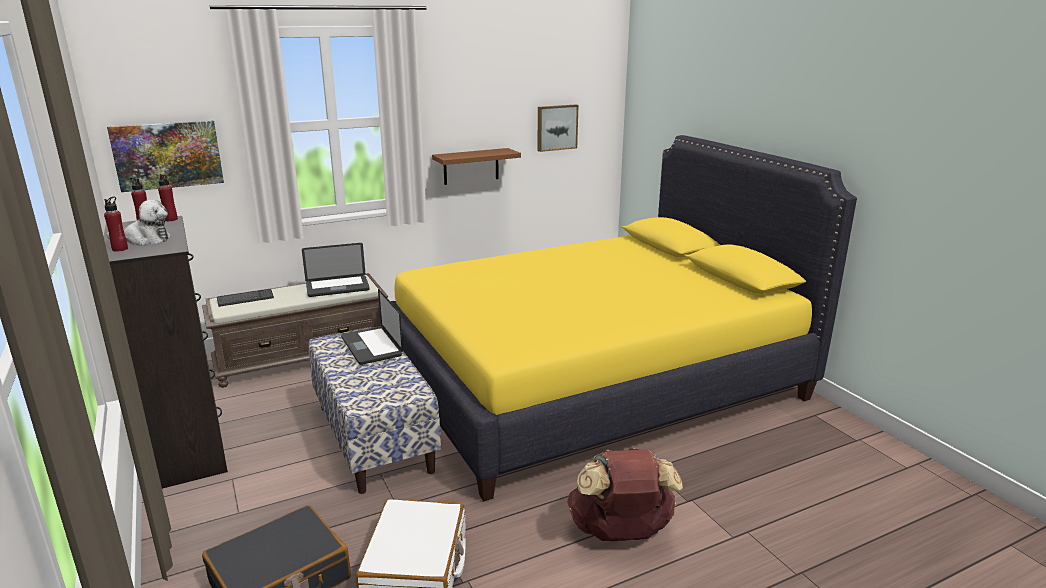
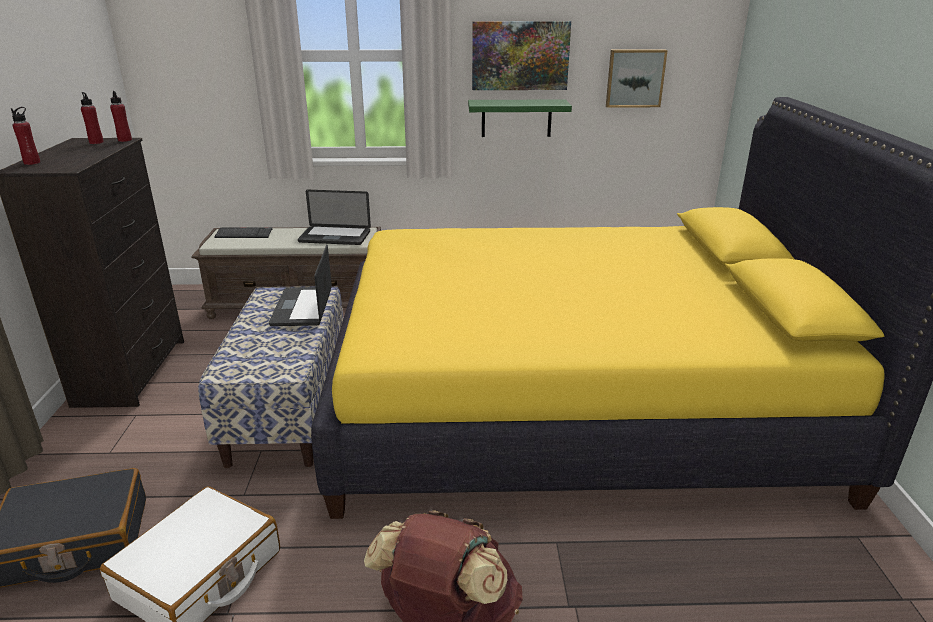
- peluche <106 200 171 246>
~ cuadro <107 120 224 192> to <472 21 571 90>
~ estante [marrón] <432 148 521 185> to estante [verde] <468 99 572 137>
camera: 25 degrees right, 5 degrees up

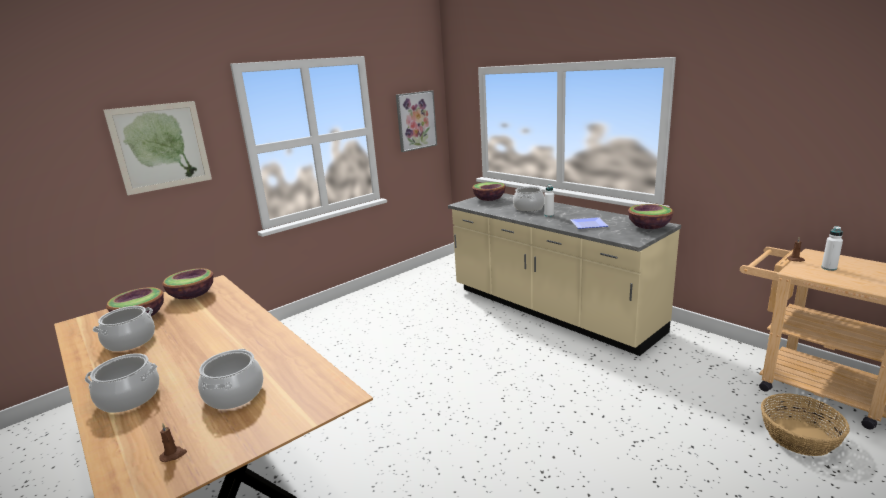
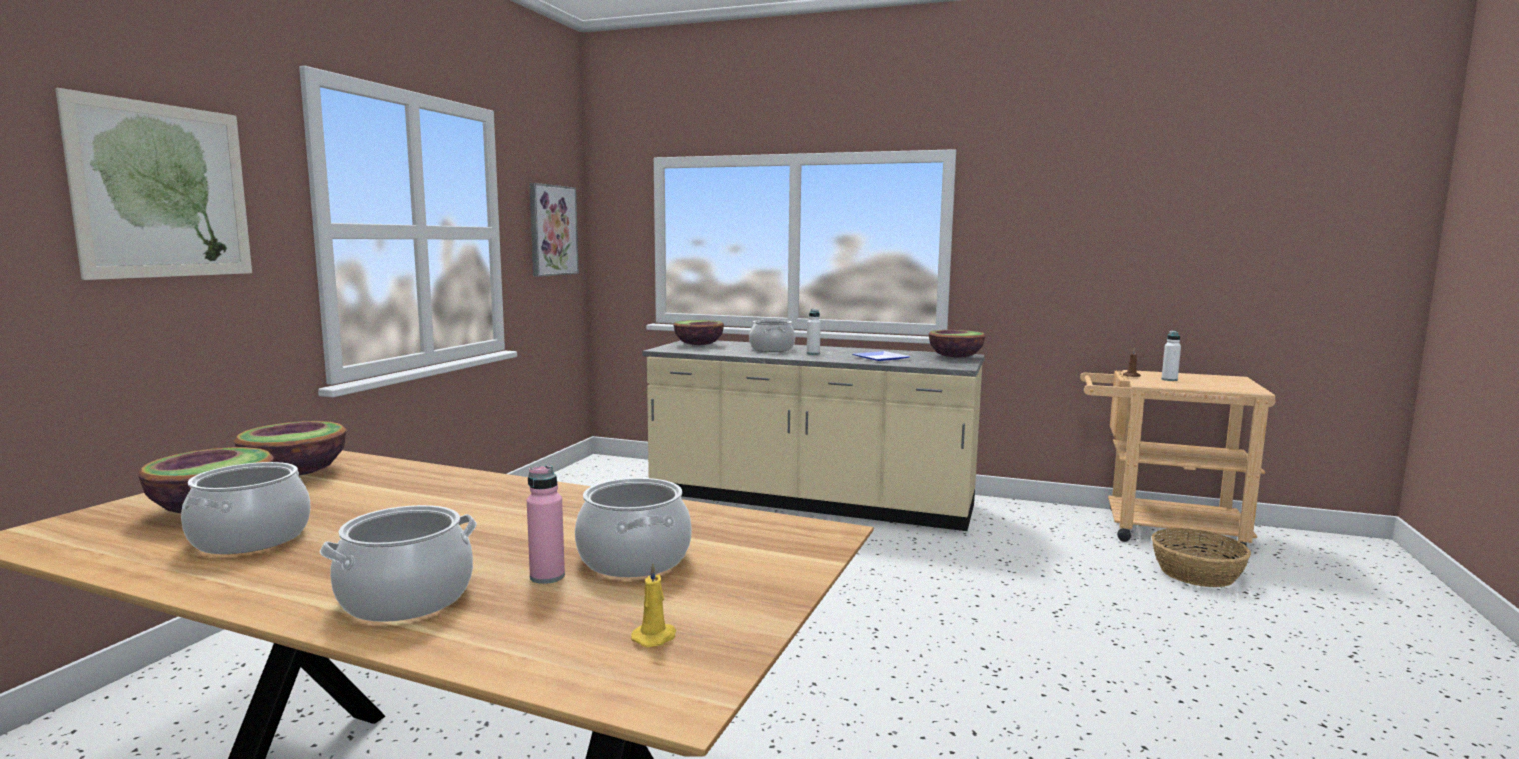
~ vela [marrón] <159 423 187 462> to vela [amarillo] <631 563 676 648>
+ botella [rosa] <527 465 565 584>
camera: 30 degrees left, 10 degrees down

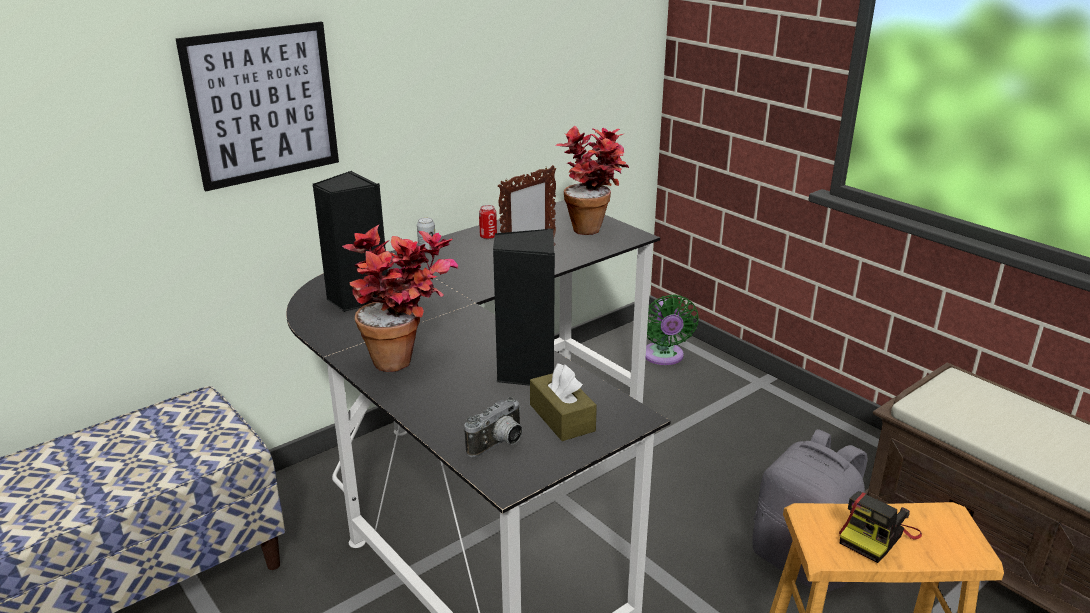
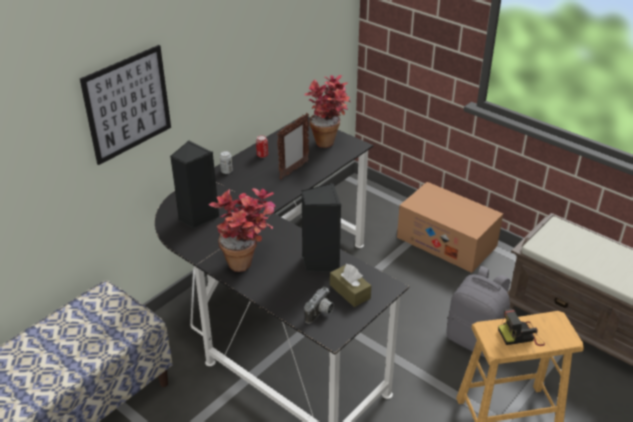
- ventilador [verde] <646 294 698 365>
~ cámara <839 491 922 563> = <498 309 545 346> 45 degrees clockwise
+ caja de cartón <397 182 503 273>
camera: 10 degrees left, 10 degrees up

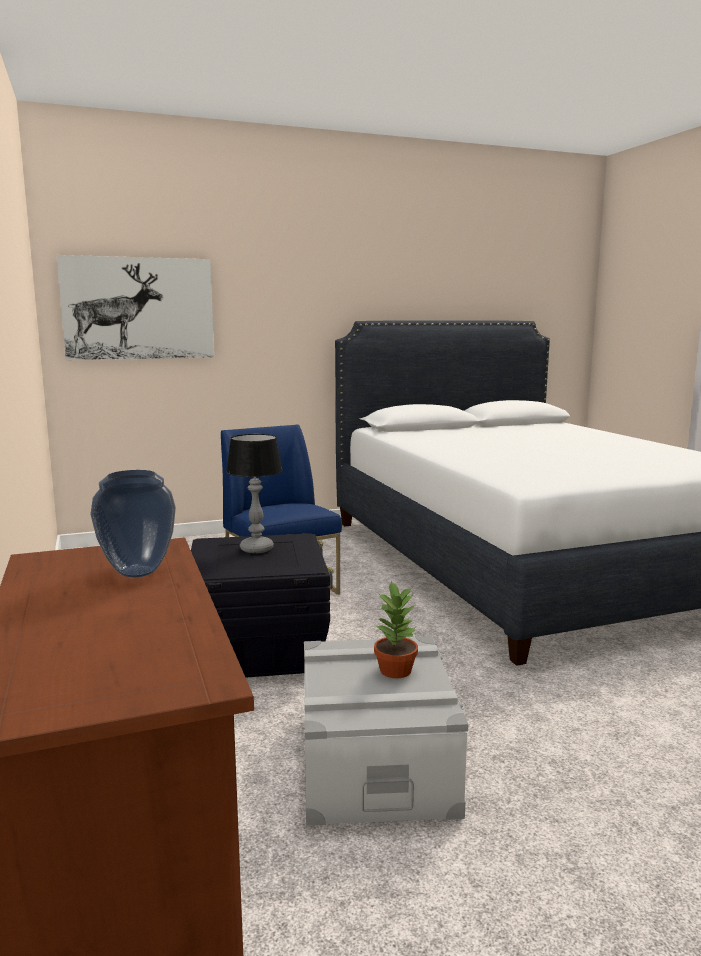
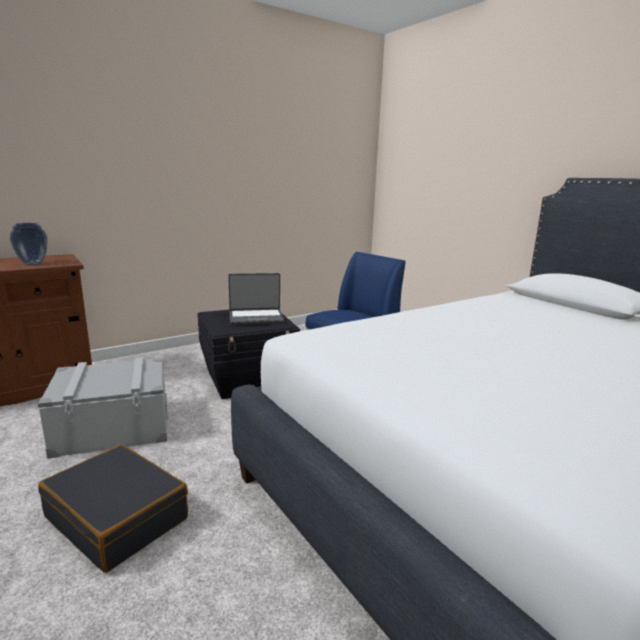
- cuadro <57 255 214 360>
~ lámpara de mesa <226 434 283 553> to portátil <228 273 284 325>
- planta en maceta <374 581 418 678>
+ maleta [negro] <38 444 188 573>
camera: 75 degrees right, 5 degrees up

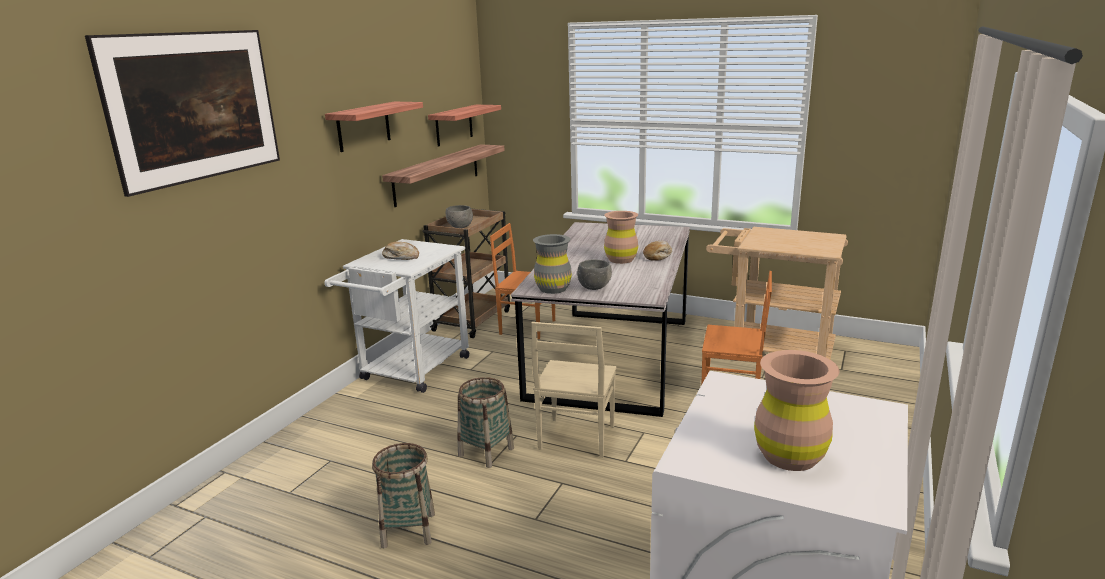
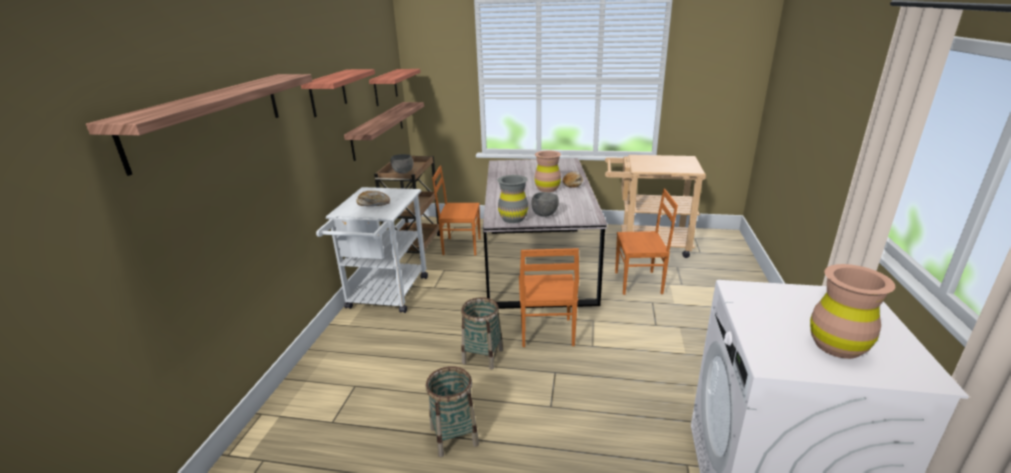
~ cuadro <85 30 280 197> to estante <86 74 312 176>
~ silla [beis] <531 322 616 458> to silla [naranja] <519 248 579 347>
camera: 15 degrees left, 5 degrees up

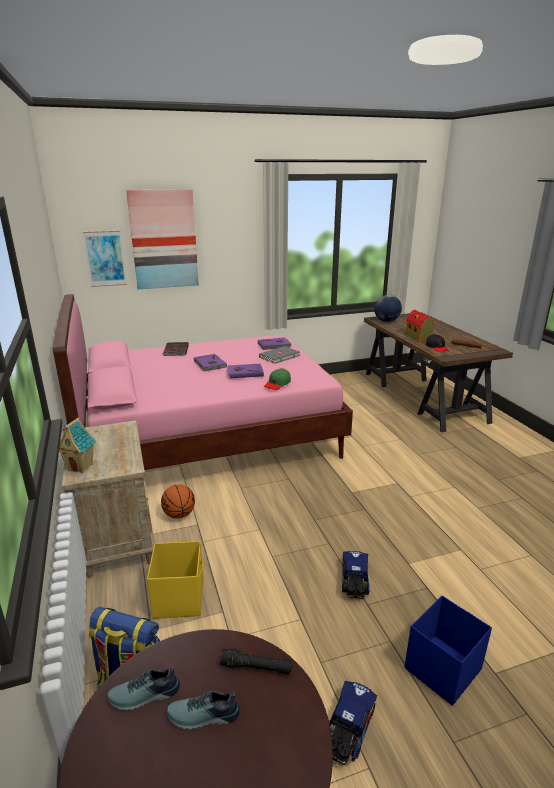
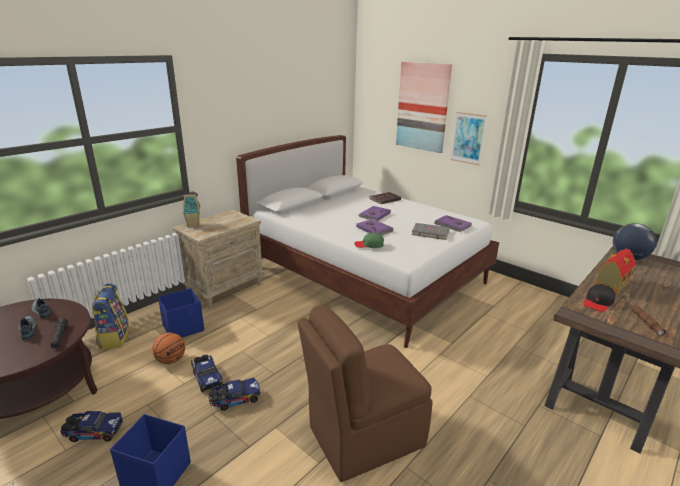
~ cama [rosa] <53 294 353 470> to cama [blanco] <236 135 499 348>
~ cuadro <83 231 127 287> to <451 112 487 165>
~ caja de almacenaje [amarillo] <147 541 204 619> to caja de almacenaje [azul] <158 288 204 338>
~ balón de baloncesto <161 484 195 519> to <152 333 185 364>
+ camión de juguete <191 355 223 392>
+ silla [marrón] <297 304 433 482>
camera: 60 degrees right, 0 degrees up

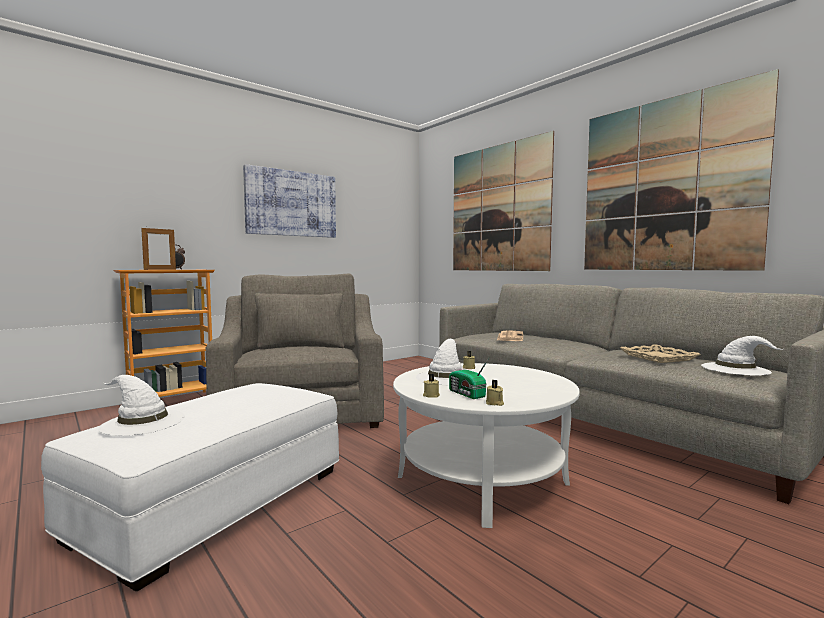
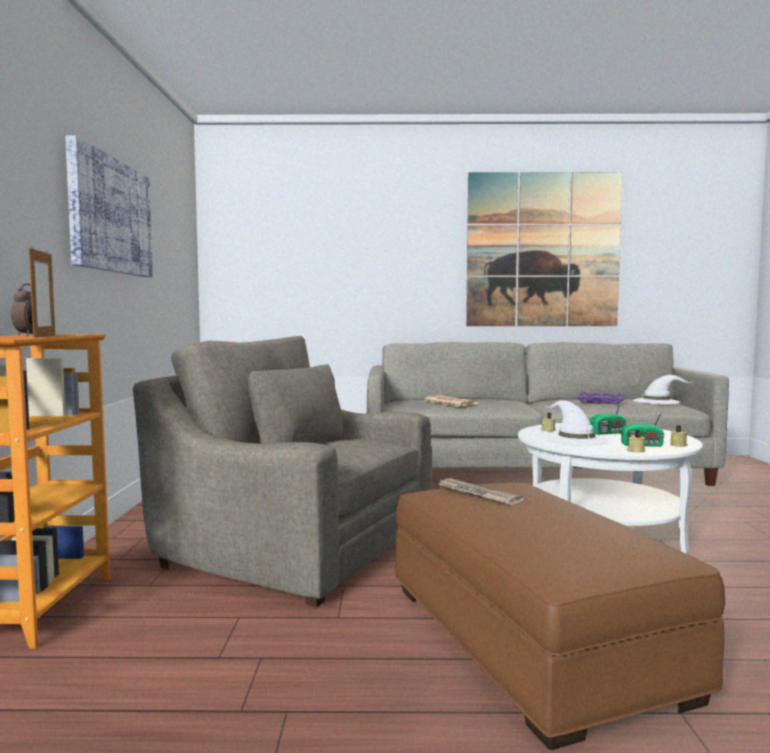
~ puf [blanco] <41 383 339 591> to puf [marrón] <395 482 725 750>
- sombrero [blanco] <98 375 185 436>
- cuadro <453 131 554 271>
~ bandeja [beis] <620 344 701 363> to bandeja [morado] <576 392 625 404>
+ periódico <438 478 524 505>
+ radio <589 399 626 435>
camera: 50 degrees left, 0 degrees up

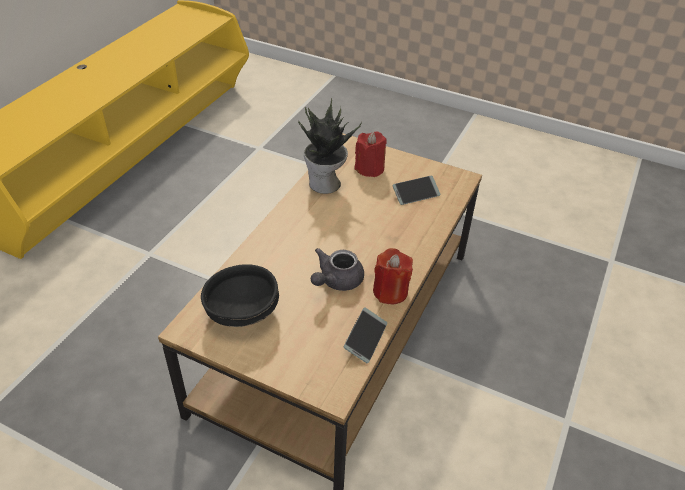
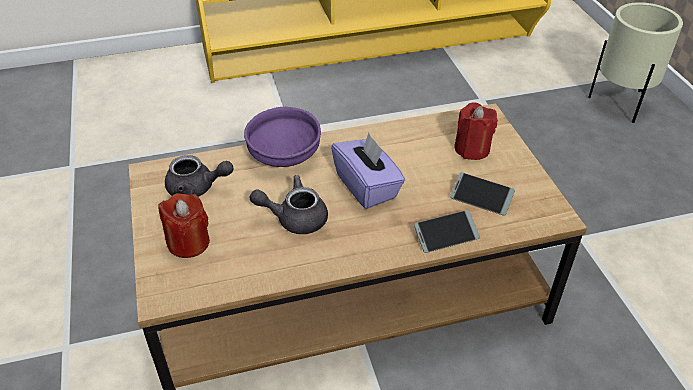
~ cuenco [negro] <201 264 279 327> to tetera [gris] <165 155 233 197>
- planta en maceta <298 98 362 194>
~ móvil <344 307 387 364> to <414 210 480 253>
~ vela [rojo] <373 248 413 304> to <158 193 210 258>
+ cuenco [morado] <244 107 321 167>
+ caja de pañuelos [morado] <331 133 405 209>
+ maceta [beis] <588 2 683 123>
camera: 50 degrees right, 0 degrees up

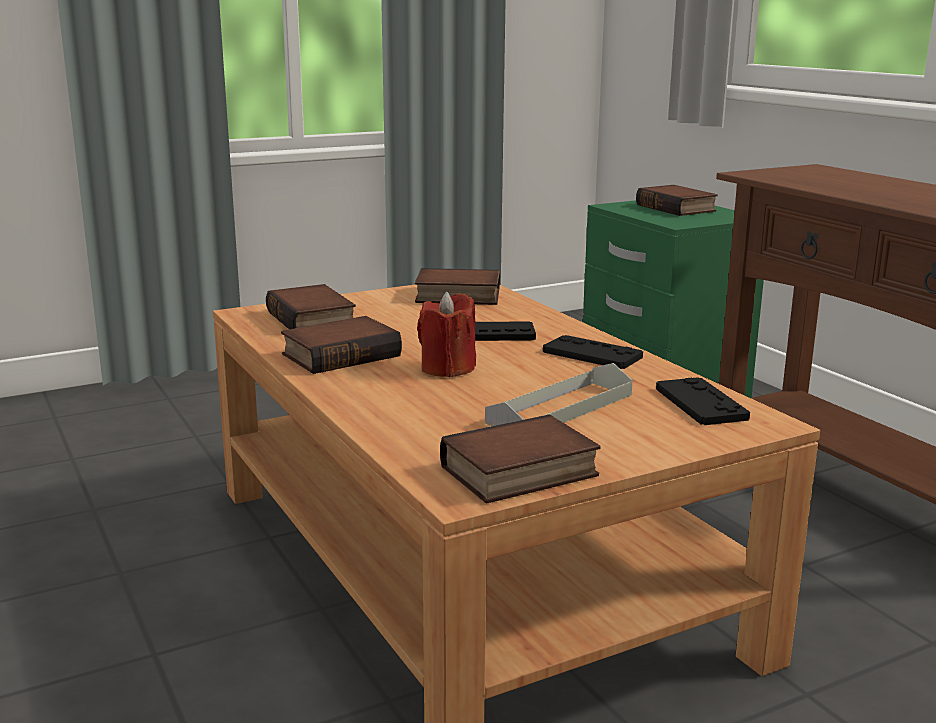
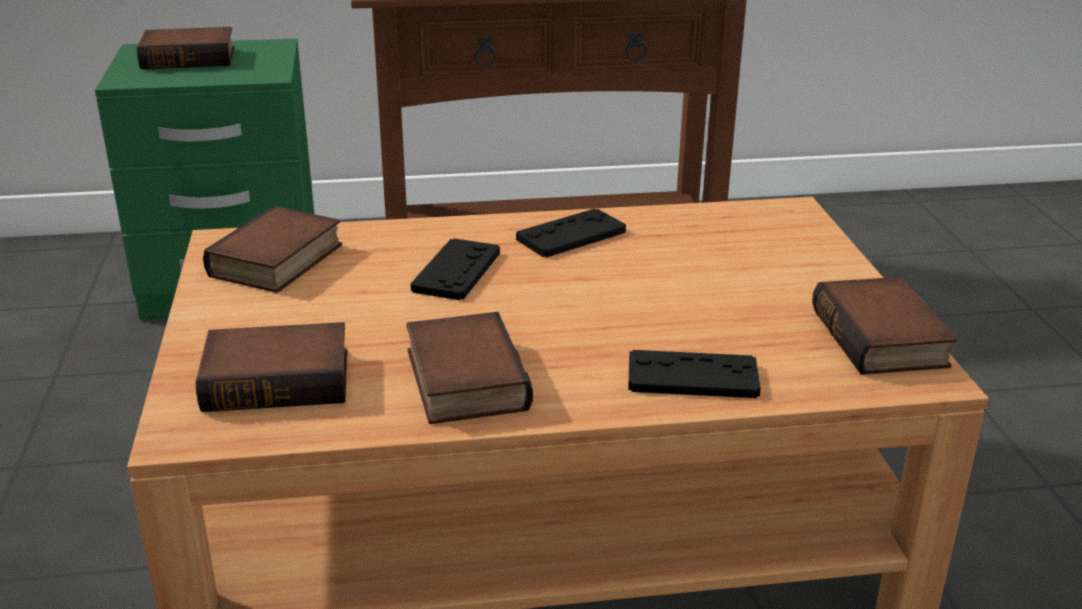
- vela [rojo] <417 292 476 377>
- bandeja [gris] <485 363 633 426>
~ mando de consola [negro] <656 377 750 425> to <628 350 761 398>
camera: 70 degrees left, 10 degrees up

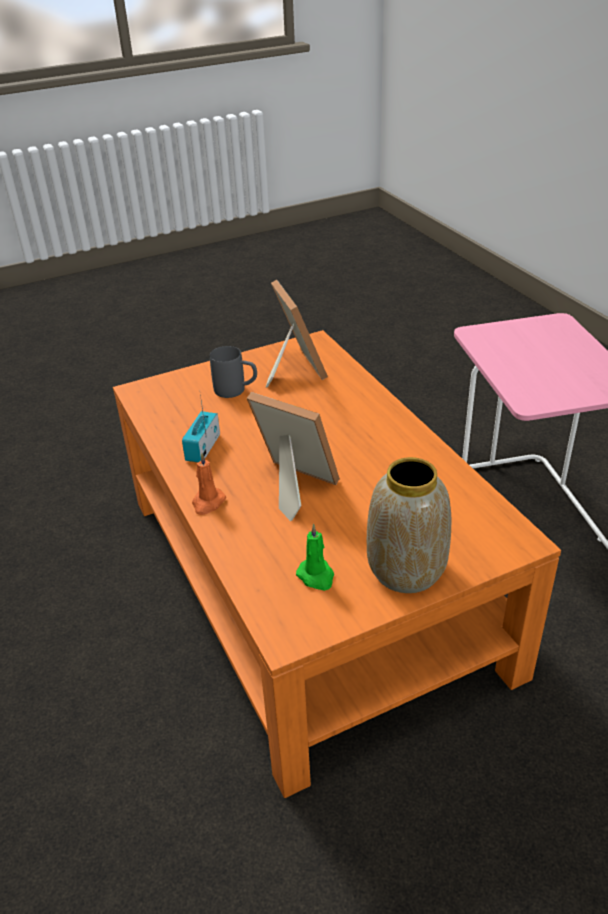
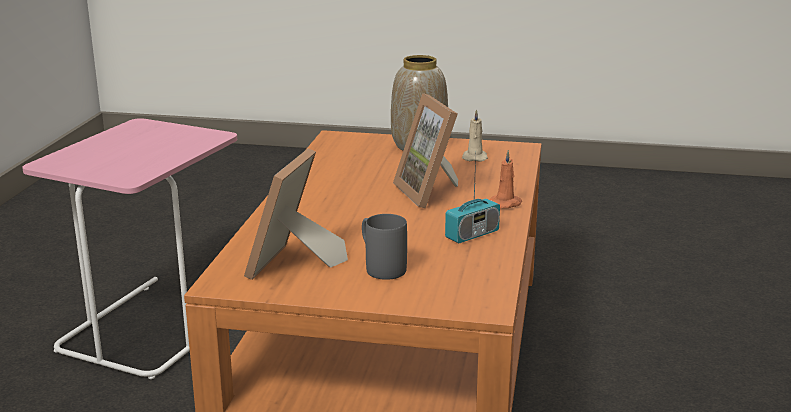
~ vela [verde] <296 524 334 591> to vela [beis] <462 109 488 162>
camera: 145 degrees left, 15 degrees down

